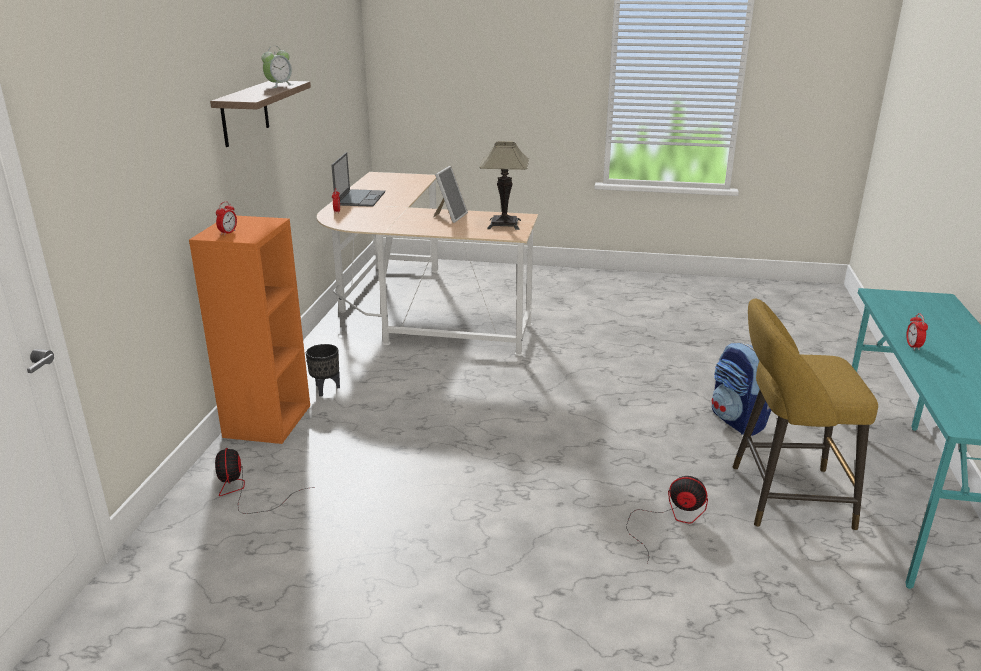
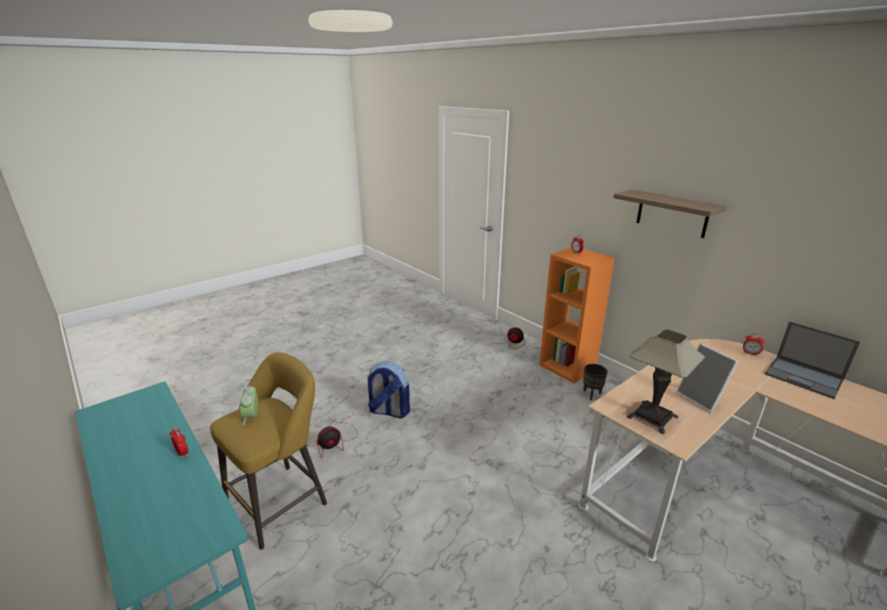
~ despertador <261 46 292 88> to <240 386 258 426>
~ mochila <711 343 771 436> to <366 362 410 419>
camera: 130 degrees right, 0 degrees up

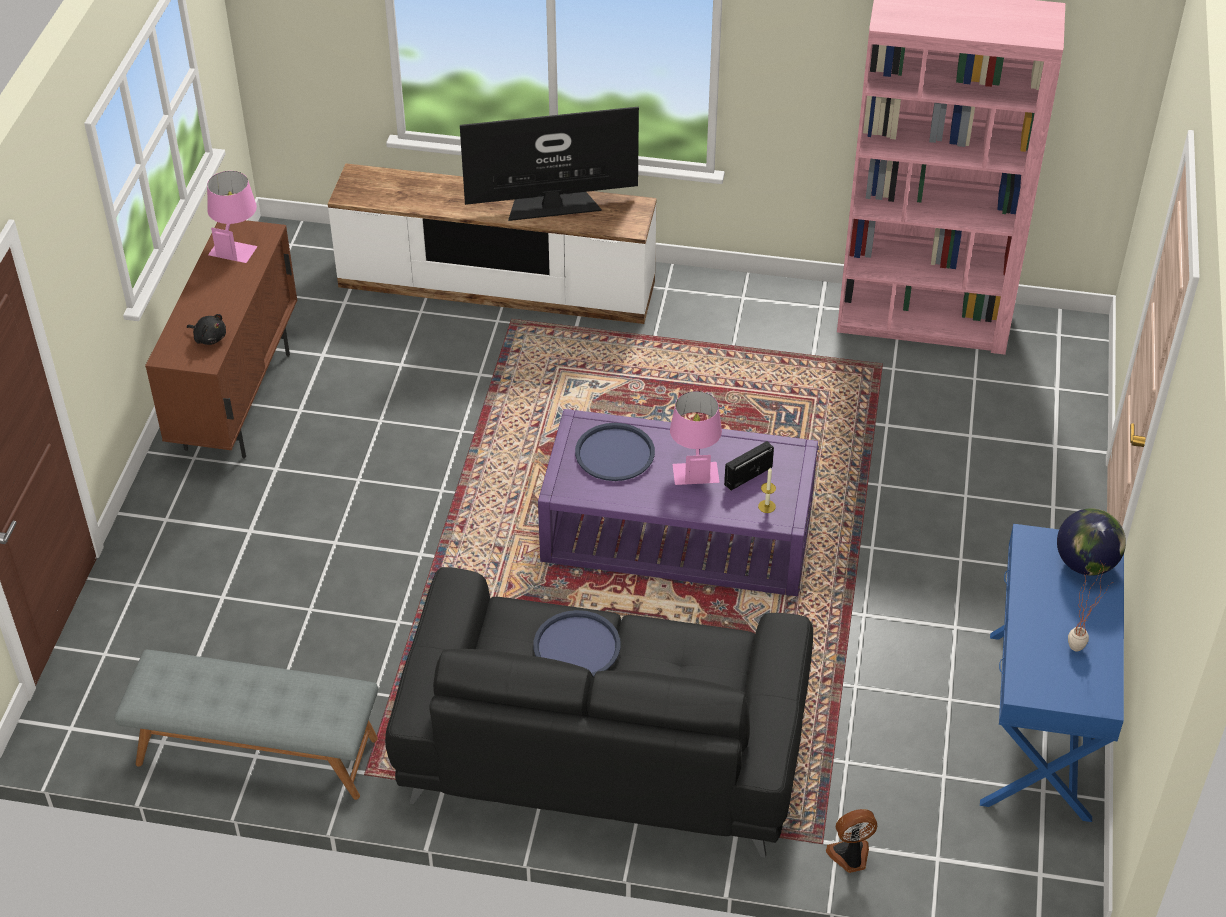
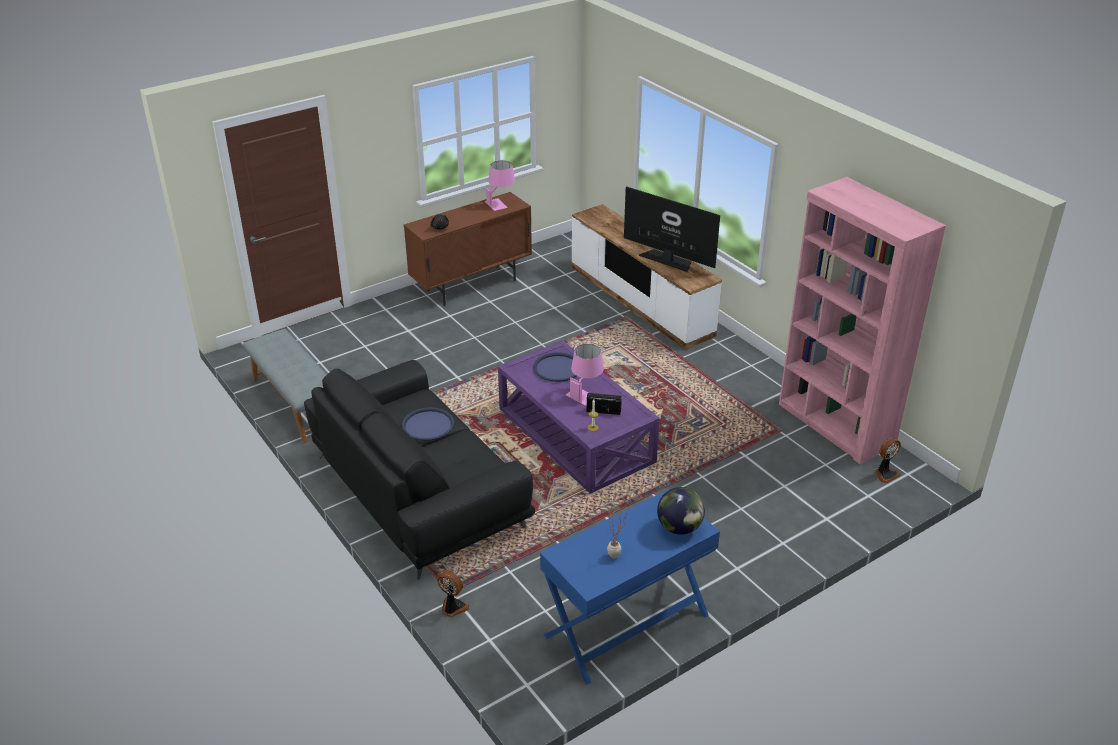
+ ventilador <875 438 901 484>
camera: 45 degrees right, 10 degrees down

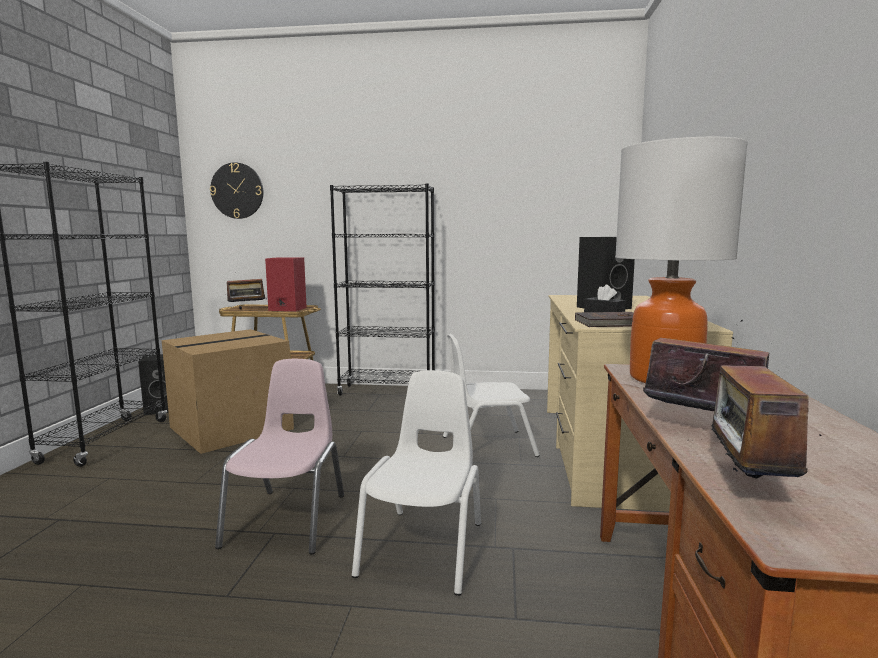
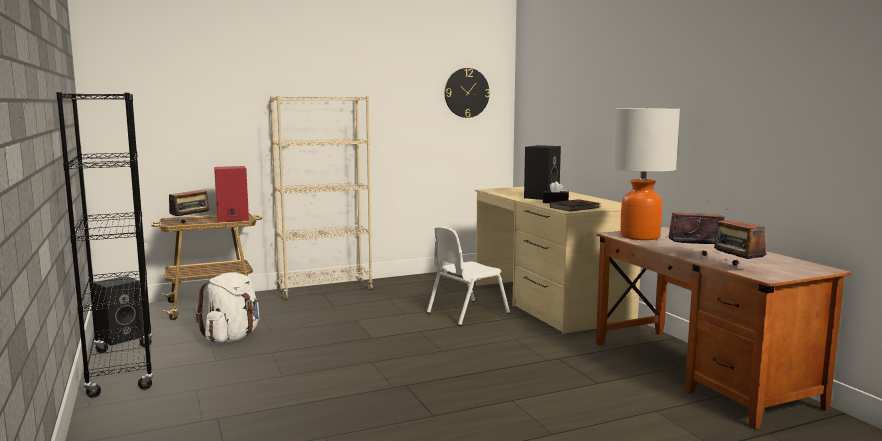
~ caja de cartón <162 329 294 454> to mochila [blanco] <196 272 259 342>
~ reloj de pared <210 162 263 219> to <444 68 490 118>
- silla [rosa] <215 359 344 554>
~ estantería [negro] <330 183 435 396> to estantería [beis] <270 96 373 299>
- silla [blanco] <352 370 481 596>
camera: 30 degrees left, 0 degrees up

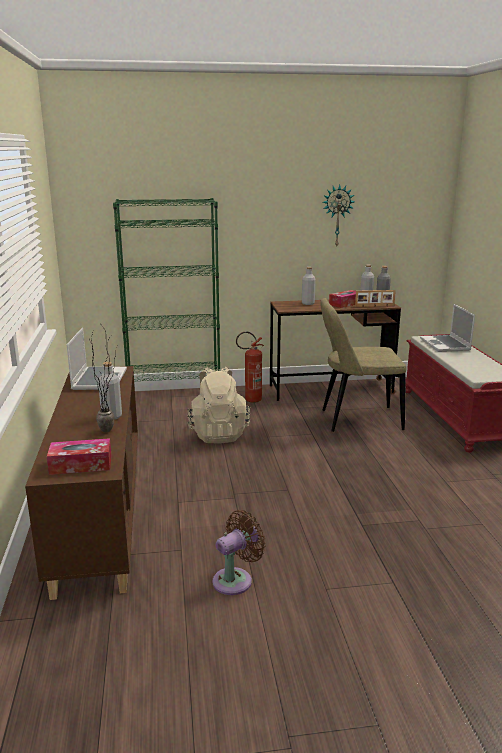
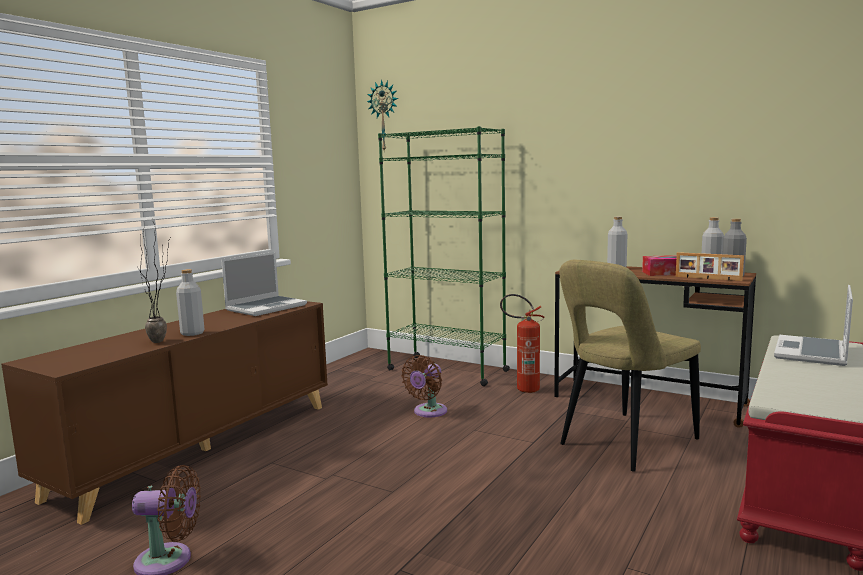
- caja de pañuelos <47 438 112 475>
~ mochila [beis] <187 367 250 444> to ventilador [marrón] <401 355 447 417>
~ silla [beis] <320 298 406 432> = <559 260 701 472> 75 degrees counterclockwise
~ reloj de pared <323 184 355 247> to <367 79 398 151>
camera: 40 degrees right, 10 degrees down

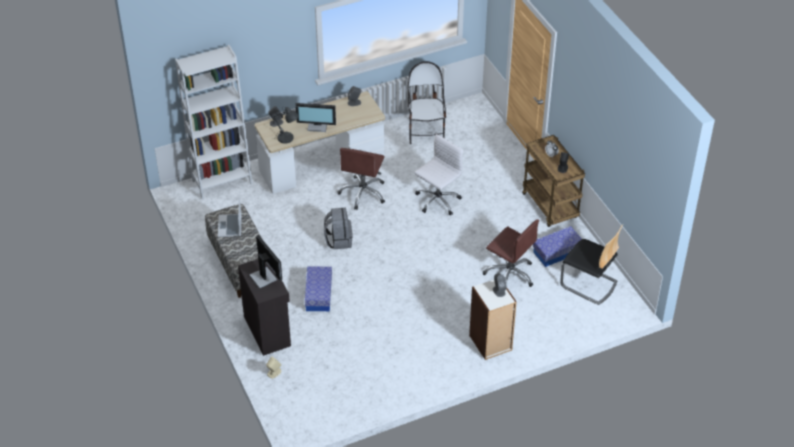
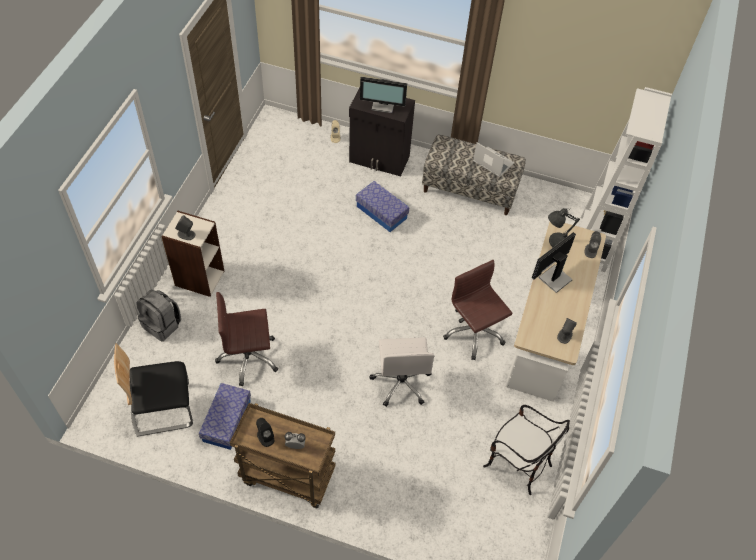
~ mochila [gris] <324 208 353 249> to <136 289 181 341>
camera: 130 degrees right, 10 degrees up

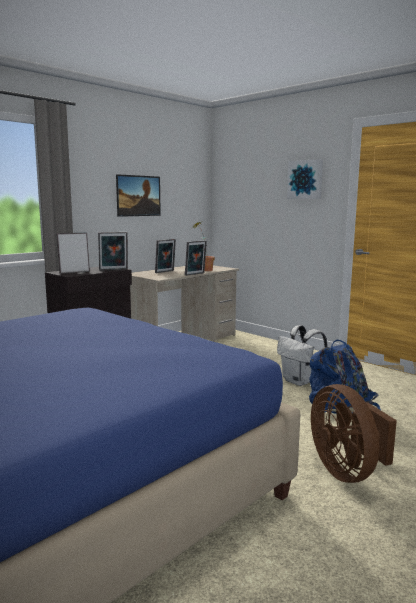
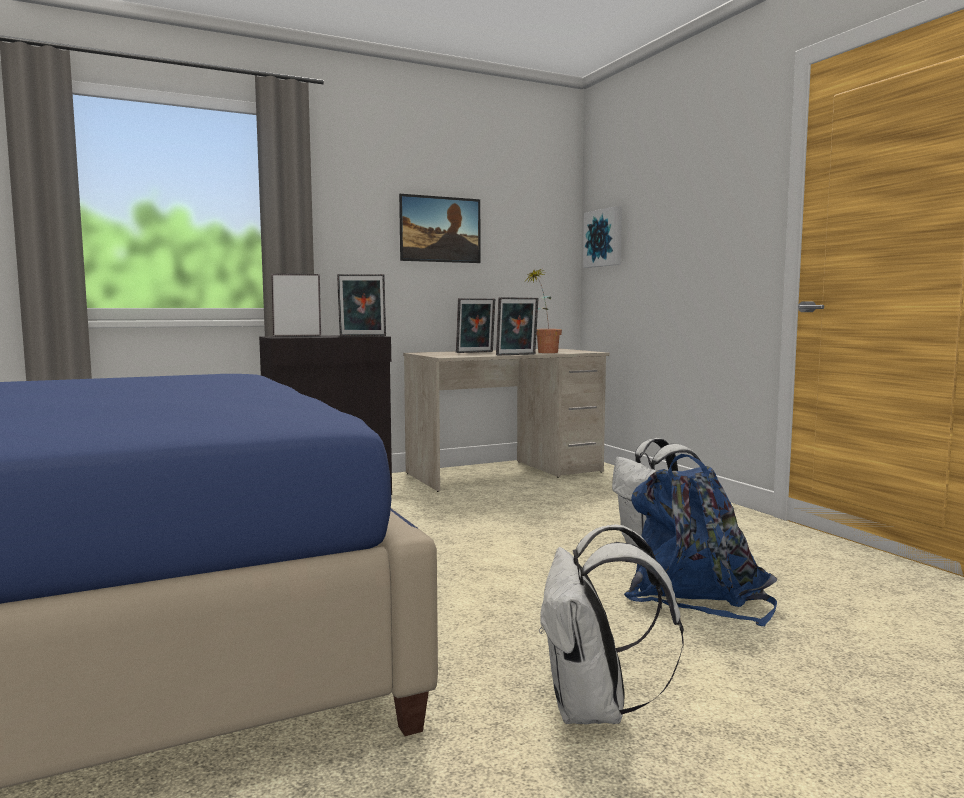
~ cuadro <287 159 323 199> to <583 206 622 268>
~ ventilador [marrón] <311 384 397 483> to mochila [blanco] <539 524 684 725>
camera: 20 degrees right, 5 degrees down

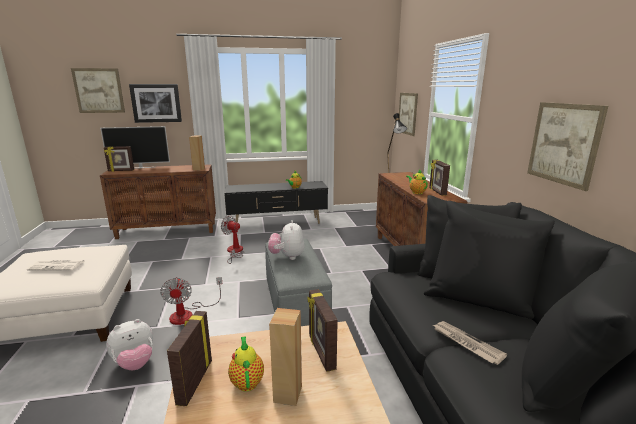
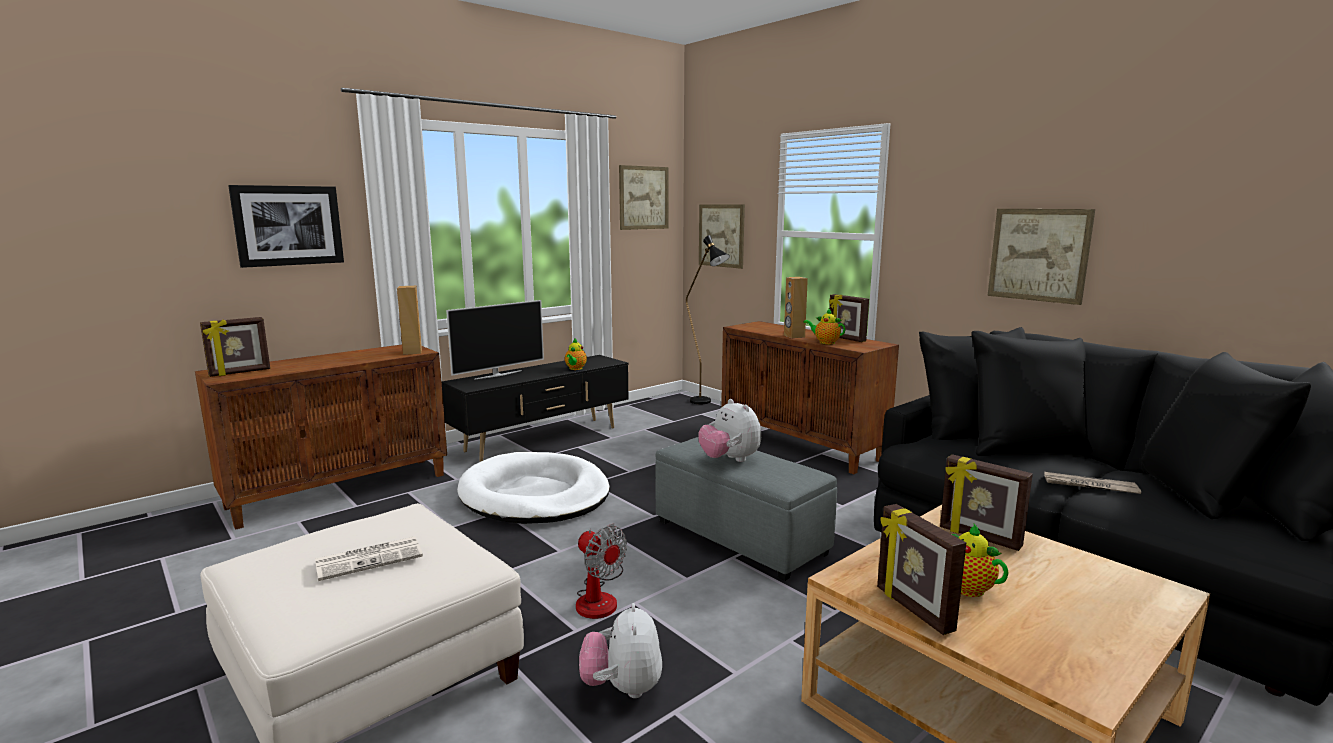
~ cuadro <71 68 125 113> to <619 165 668 230>
~ televisor <100 126 170 169> to <446 300 544 380>
~ peluche <106 319 153 370> = <579 603 662 698> 150 degrees clockwise
~ ventilador <221 215 244 264> to cama para perro [blanco] <457 452 610 524>
~ altavoz [marrón] <269 308 302 406> to <784 277 808 338>
camera: 30 degrees left, 5 degrees down

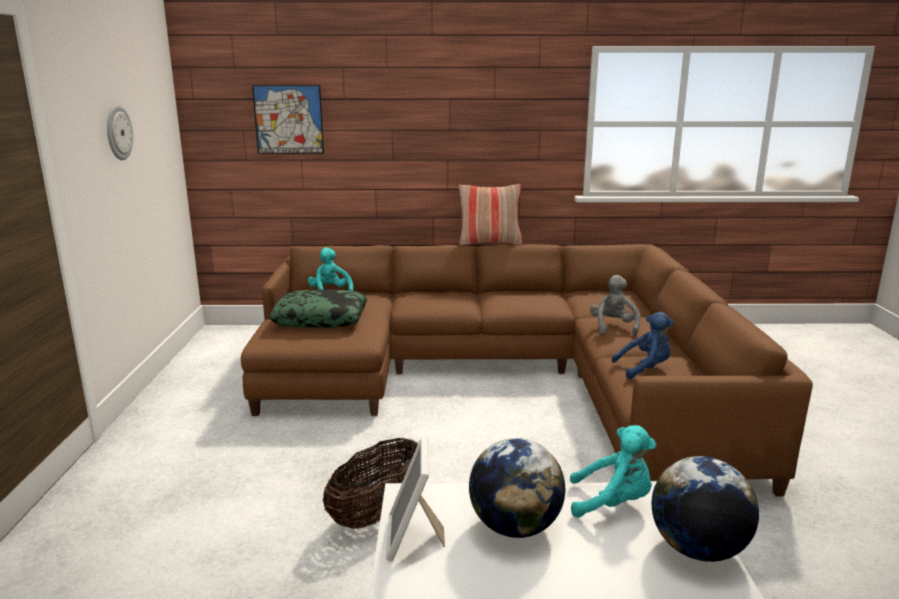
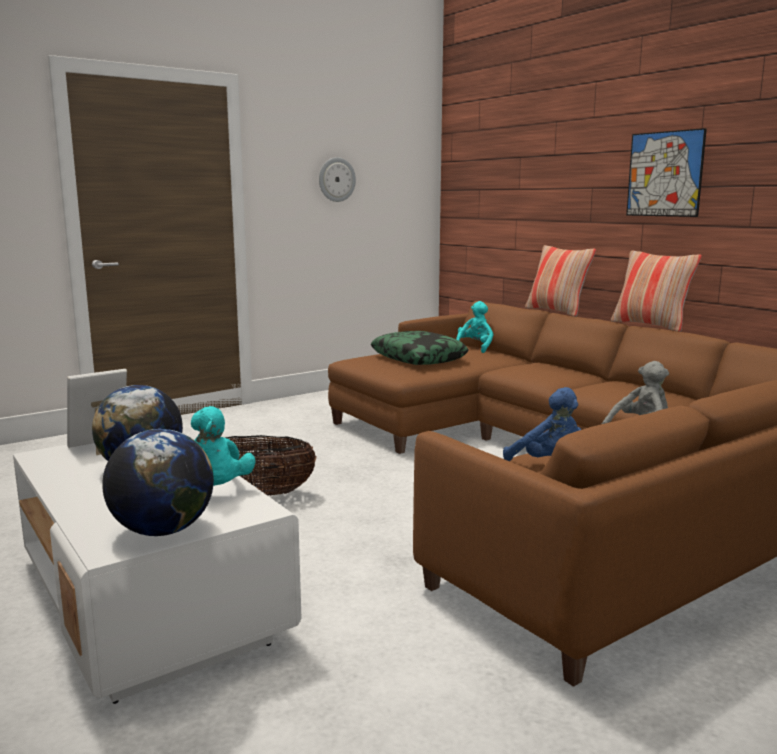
~ cuadro <252 85 324 154> to <626 128 707 217>
+ cojín <525 245 596 317>
camera: 55 degrees right, 5 degrees down

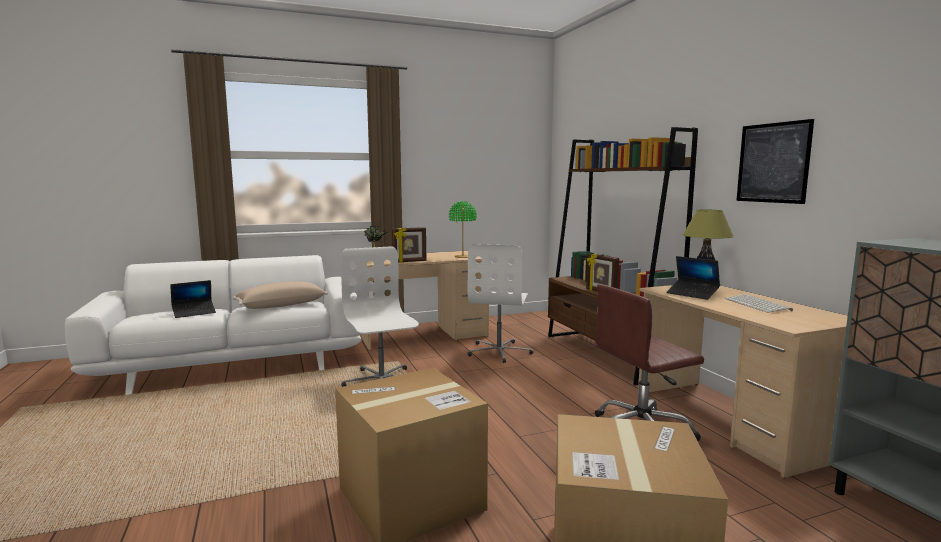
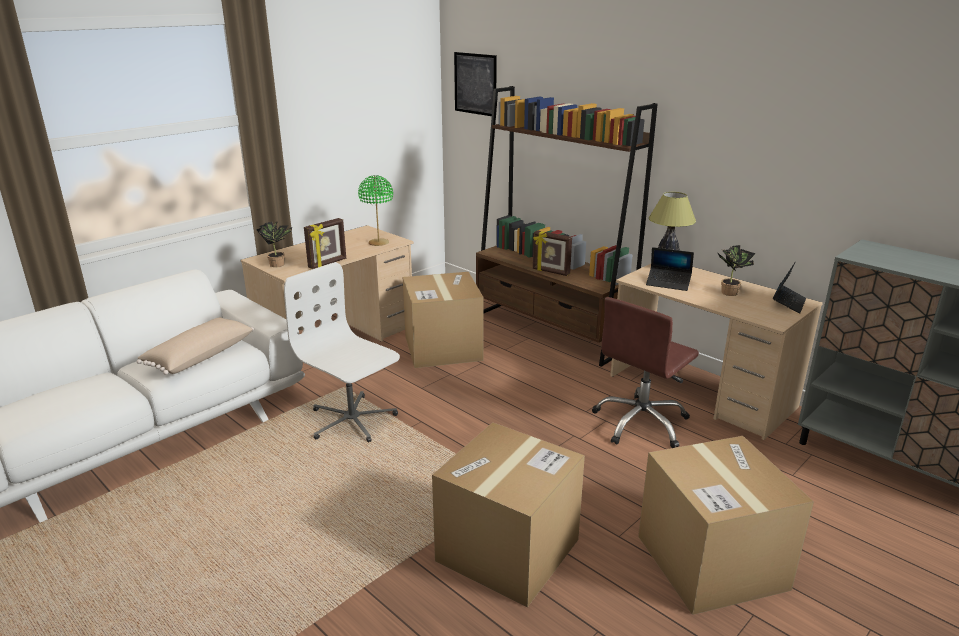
~ portátil <170 280 216 318> to <773 262 806 313>
~ silla de oficina [blanco] <468 244 533 363> to caja de cartón <403 272 484 368>
~ teclado <724 294 793 313> to planta en maceta <717 245 756 296>
~ cuadro <736 119 814 204> to <454 52 497 116>
camera: 25 degrees left, 15 degrees up

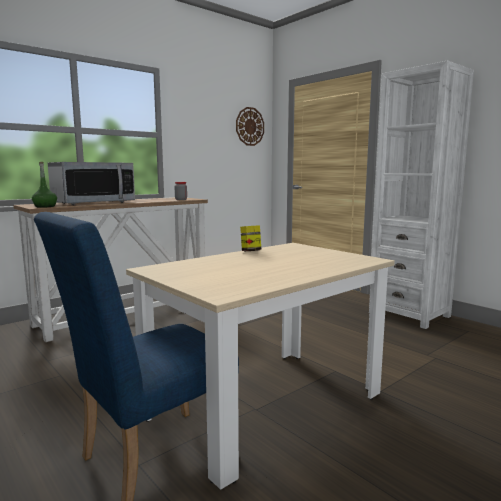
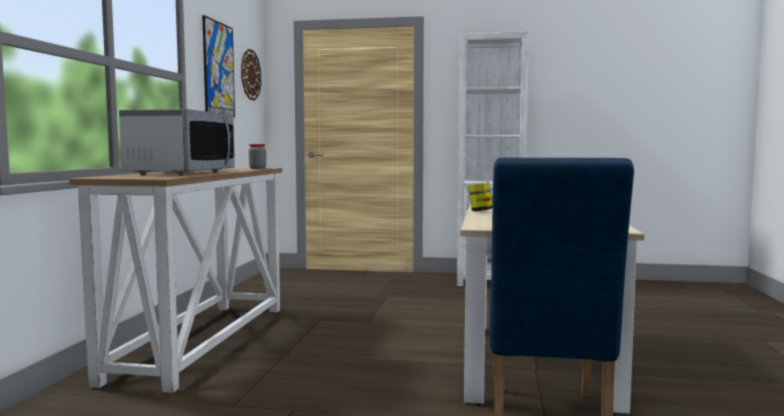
- botella [verde] <32 162 57 208>
+ cuadro <202 15 235 117>
camera: 40 degrees left, 5 degrees down

